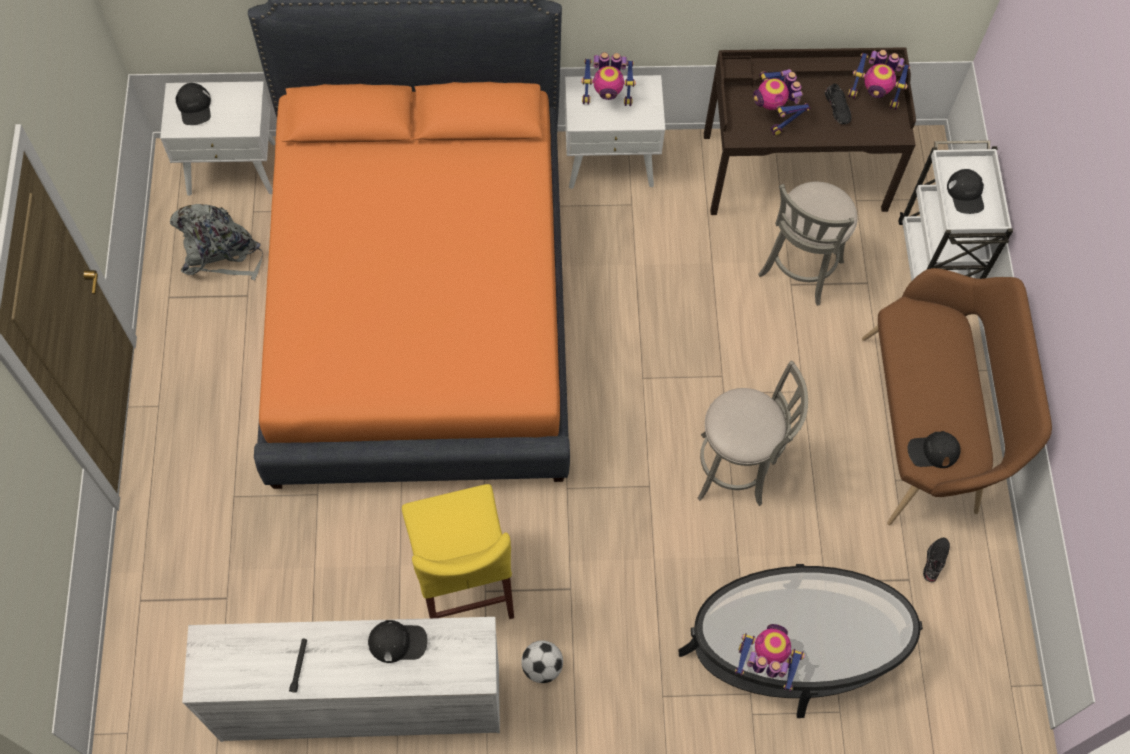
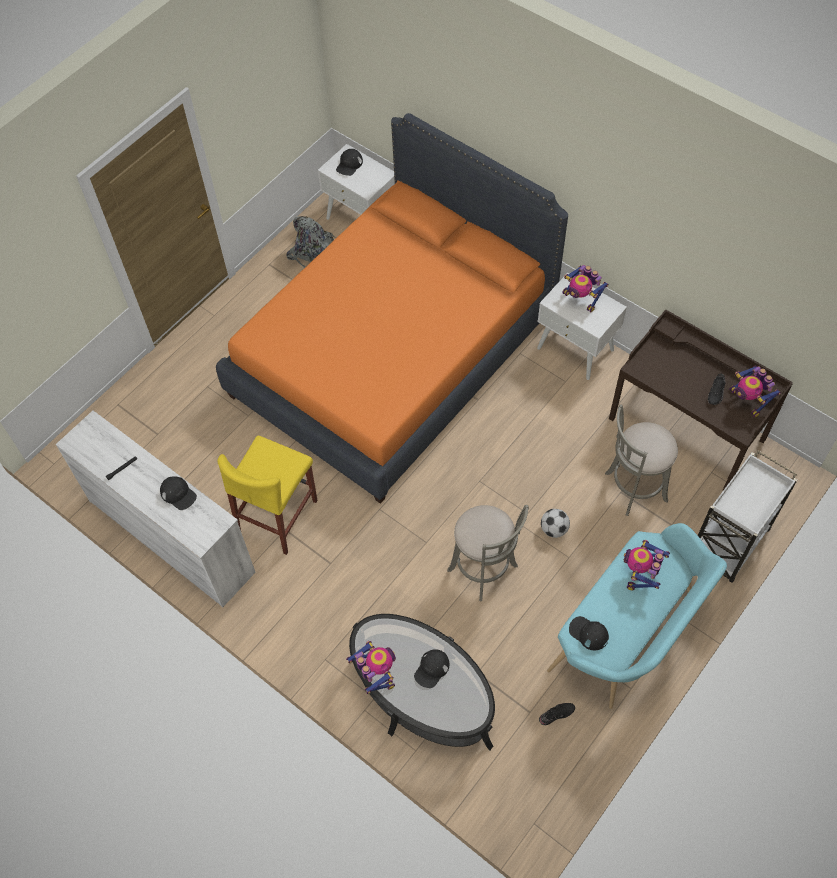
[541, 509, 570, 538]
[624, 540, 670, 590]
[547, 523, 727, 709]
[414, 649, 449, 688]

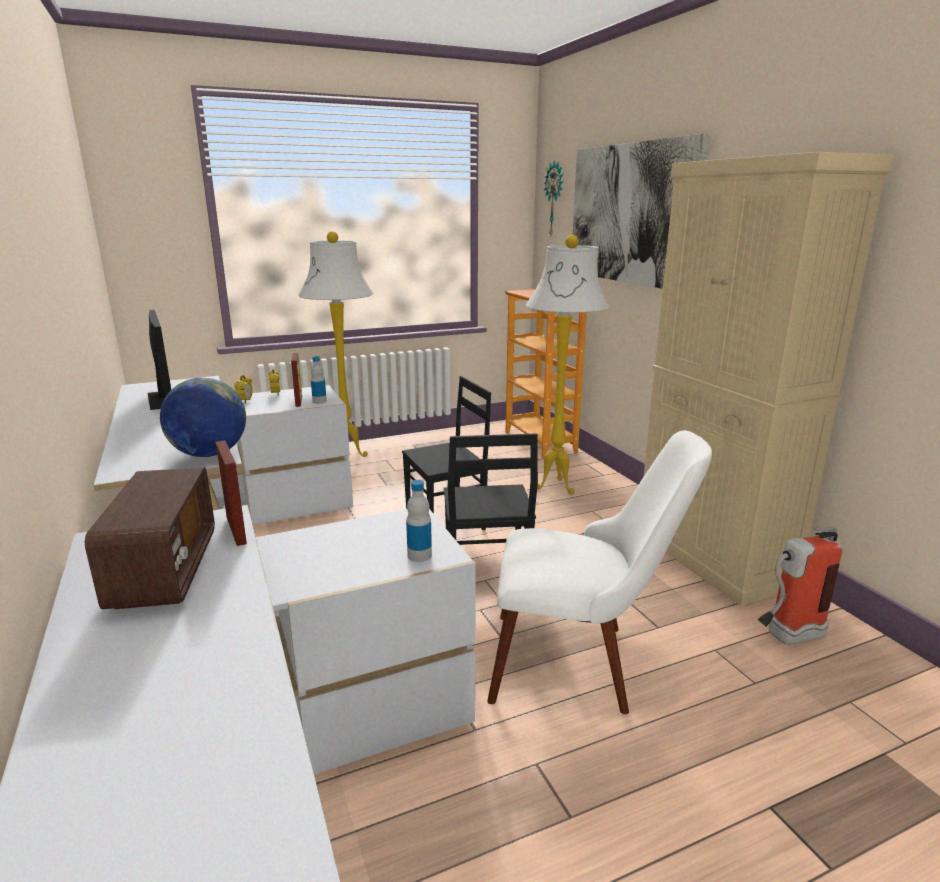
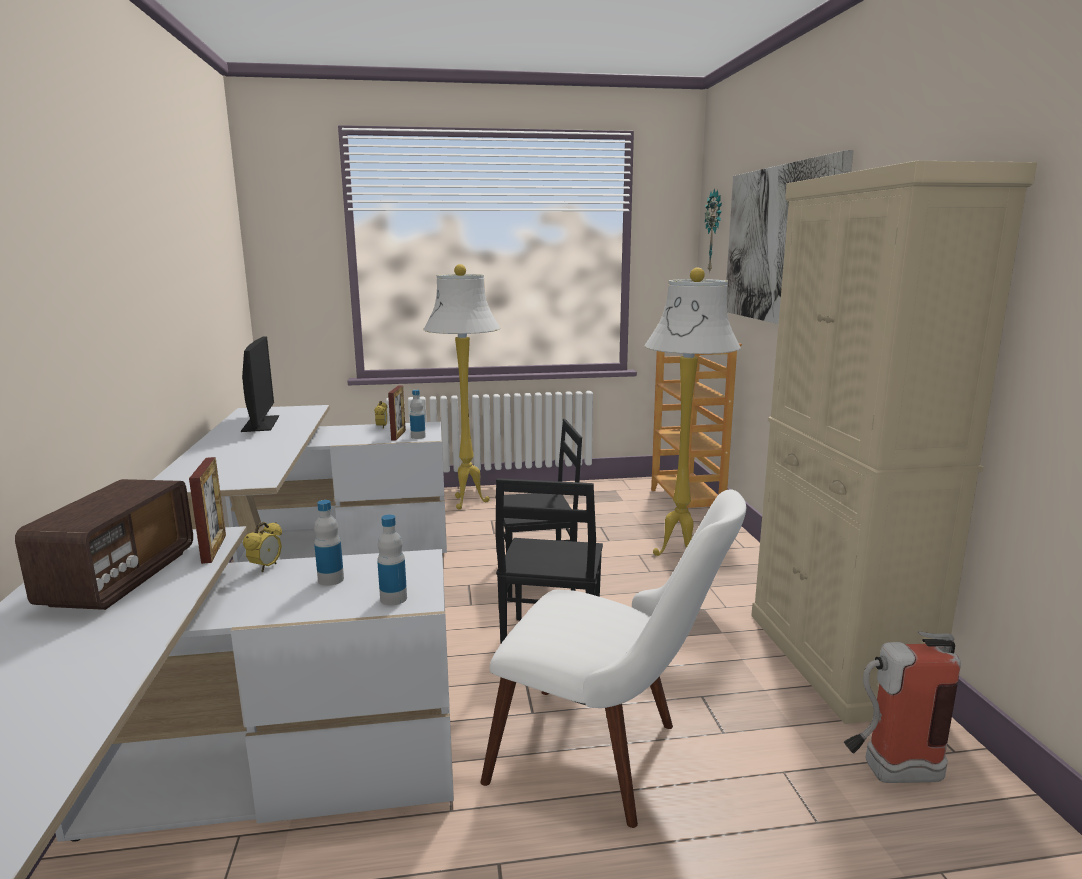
[160, 378, 246, 457] (first image)
[243, 522, 282, 572]
[314, 500, 344, 586]

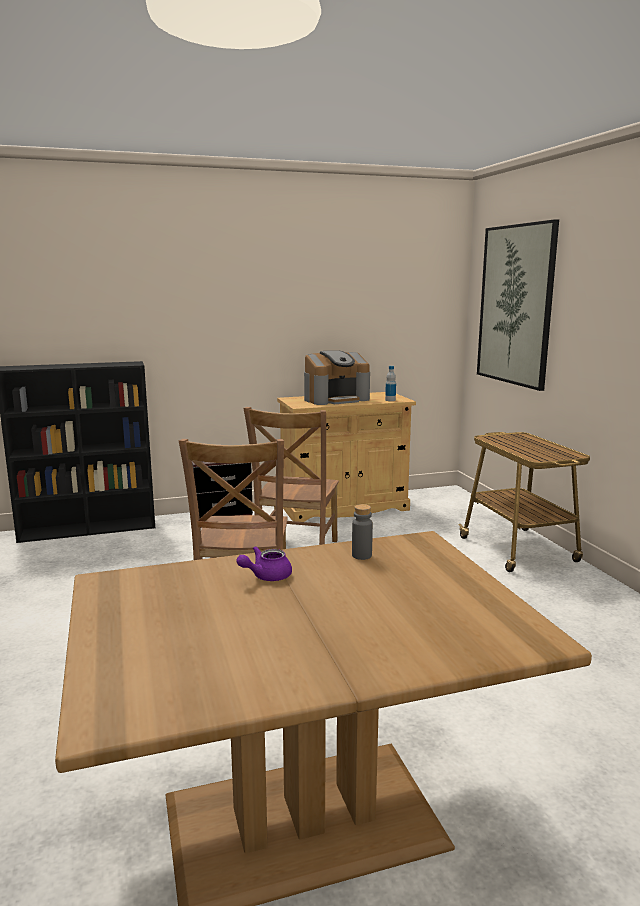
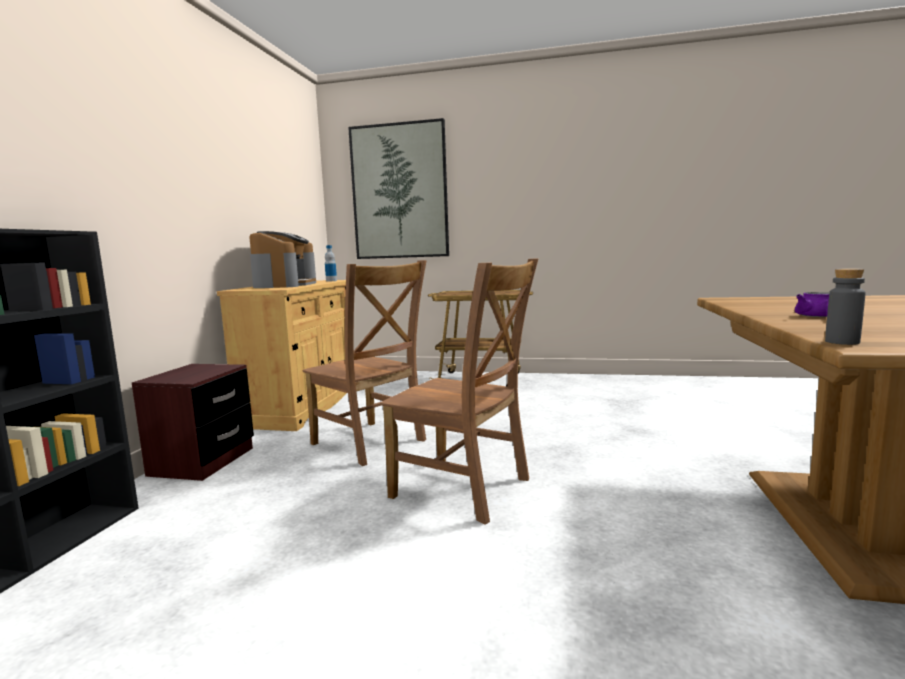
[825, 268, 865, 345]

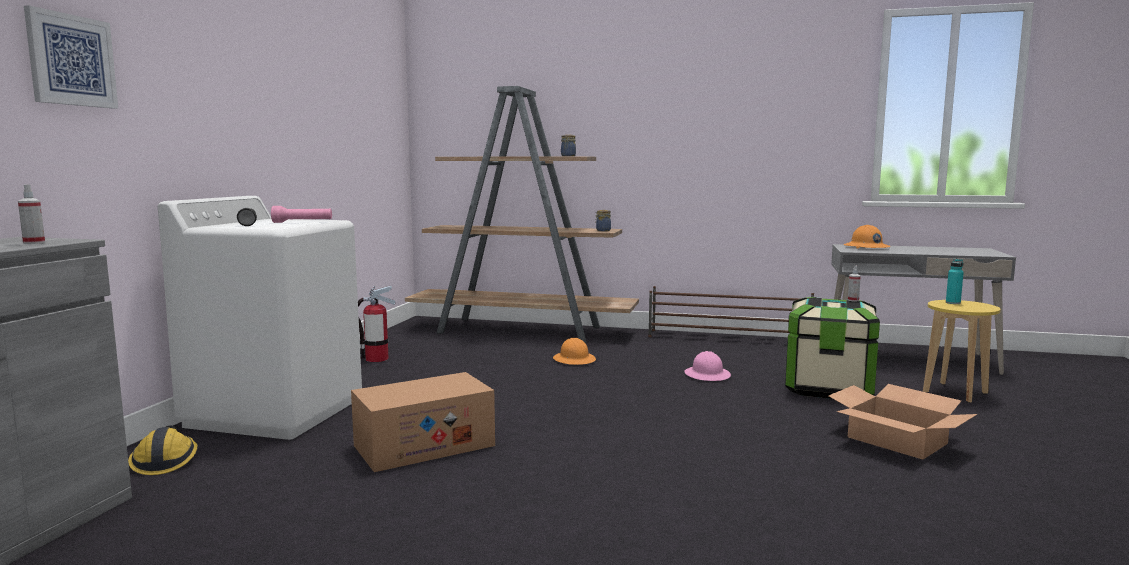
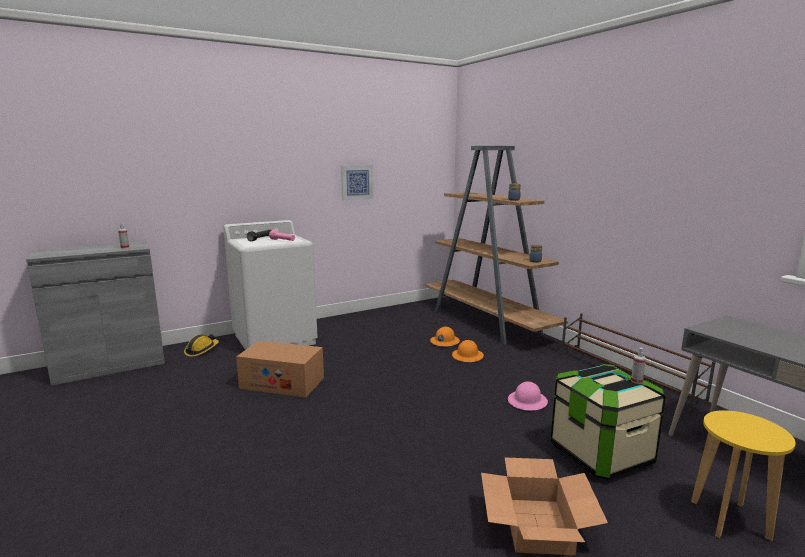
[341, 165, 373, 200]
[358, 286, 395, 362] (first image)
[430, 327, 460, 346]
[946, 259, 964, 304] (first image)

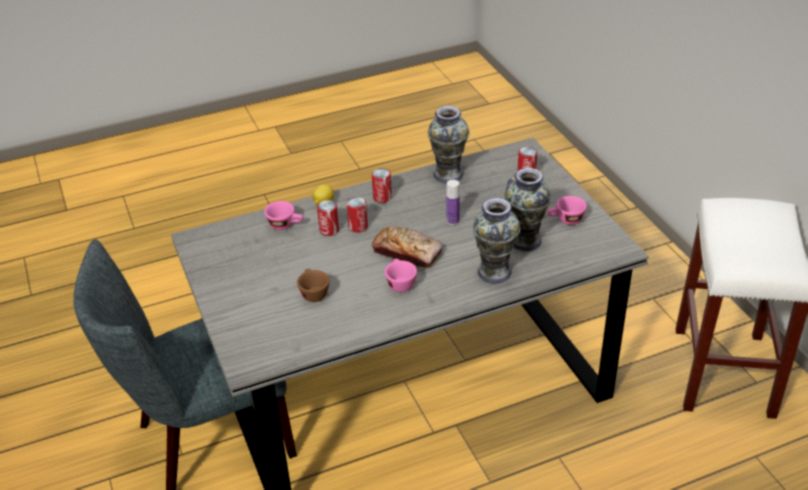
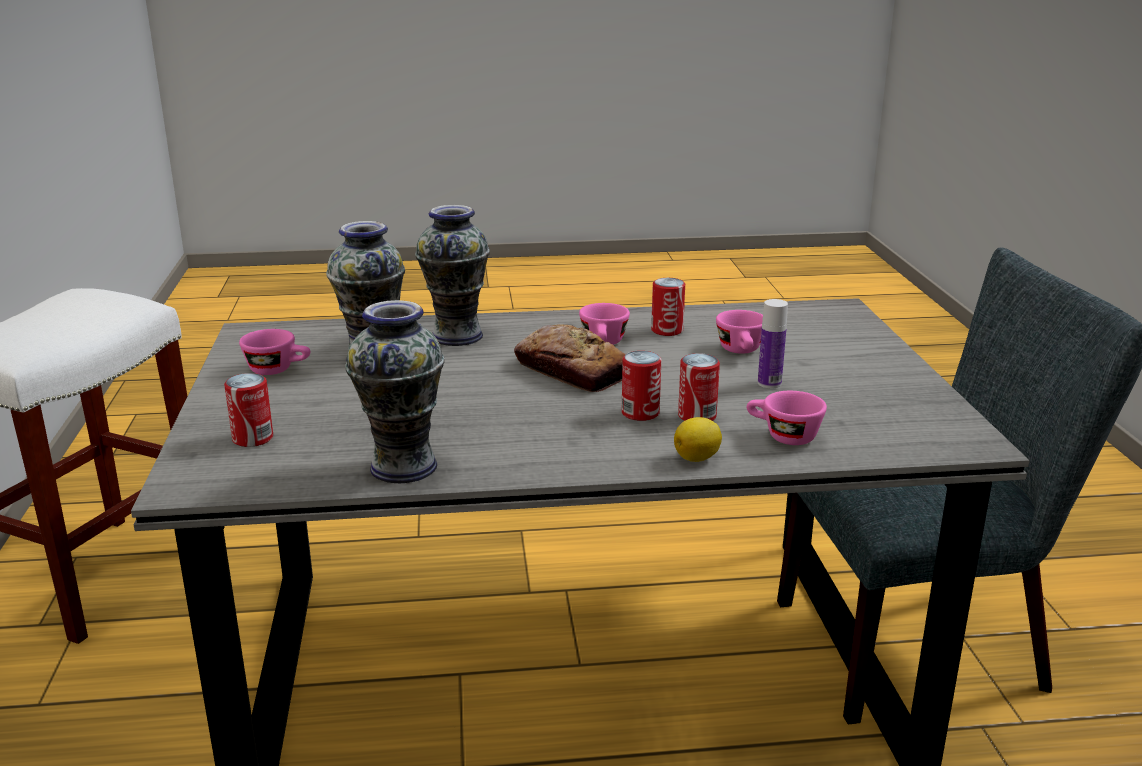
[716, 310, 763, 354]
[651, 278, 685, 336]
[758, 299, 788, 388]

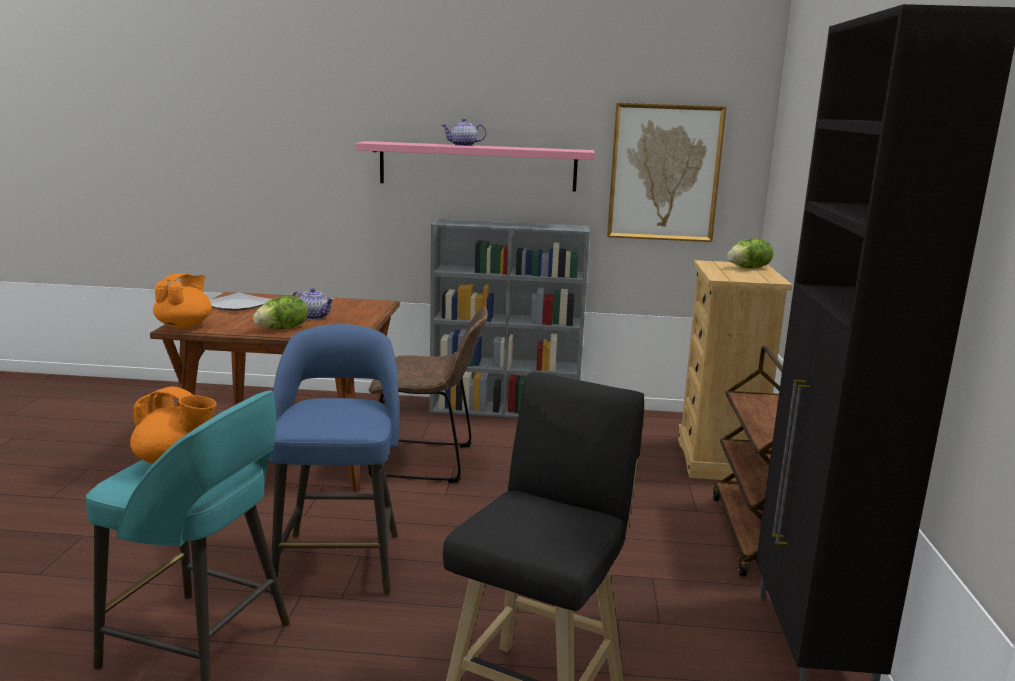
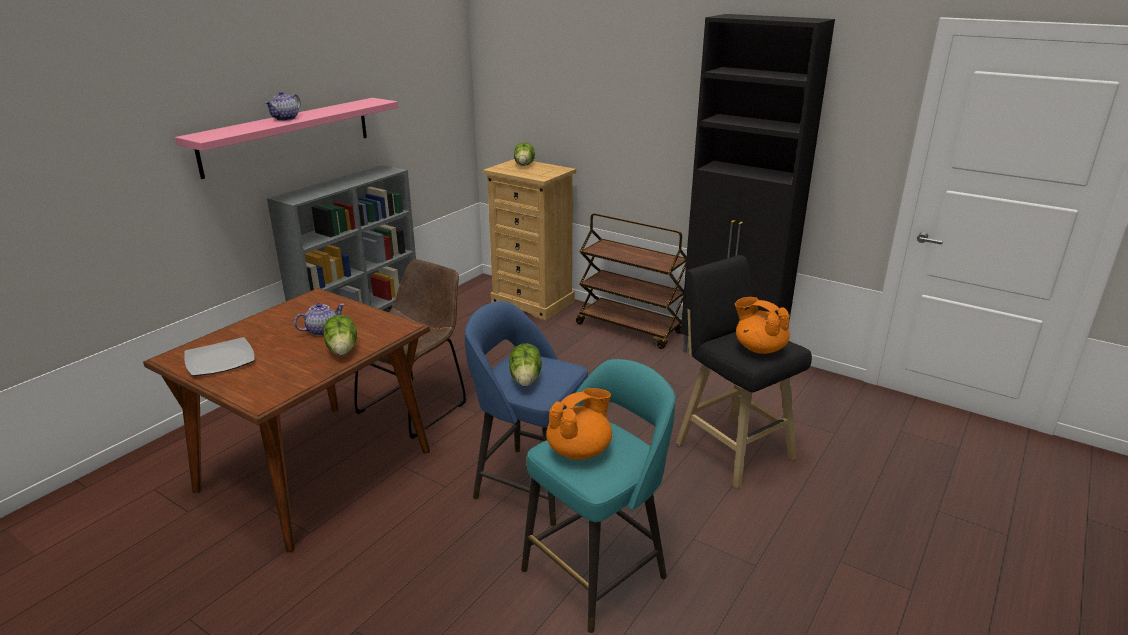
[735, 297, 790, 354]
[607, 103, 727, 242] (first image)
[509, 343, 542, 386]

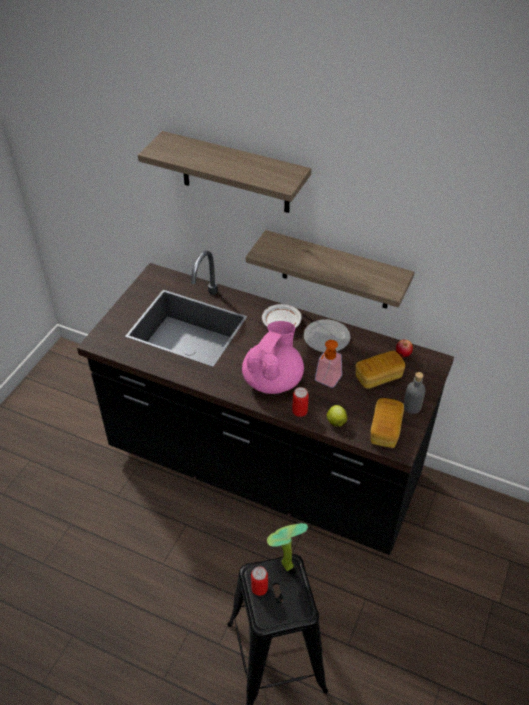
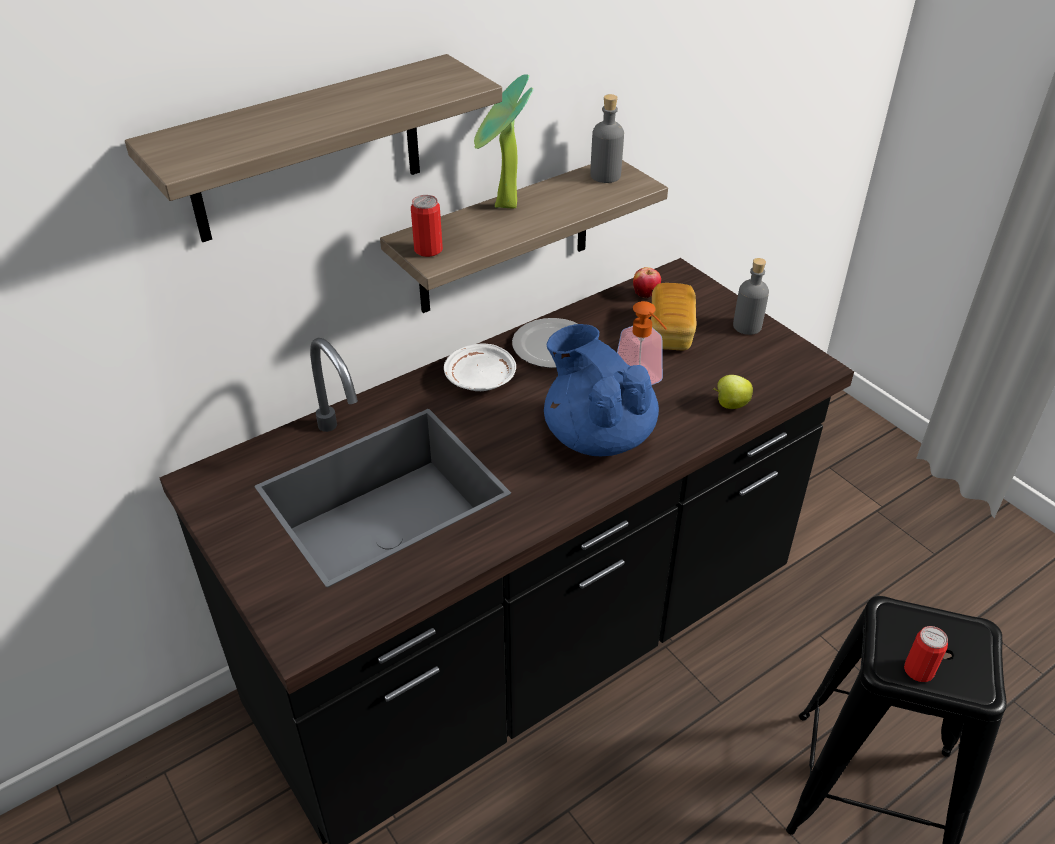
[544, 324, 659, 456]
[474, 74, 533, 209]
[411, 195, 443, 257]
[371, 398, 404, 448] (first image)
[590, 94, 624, 183]

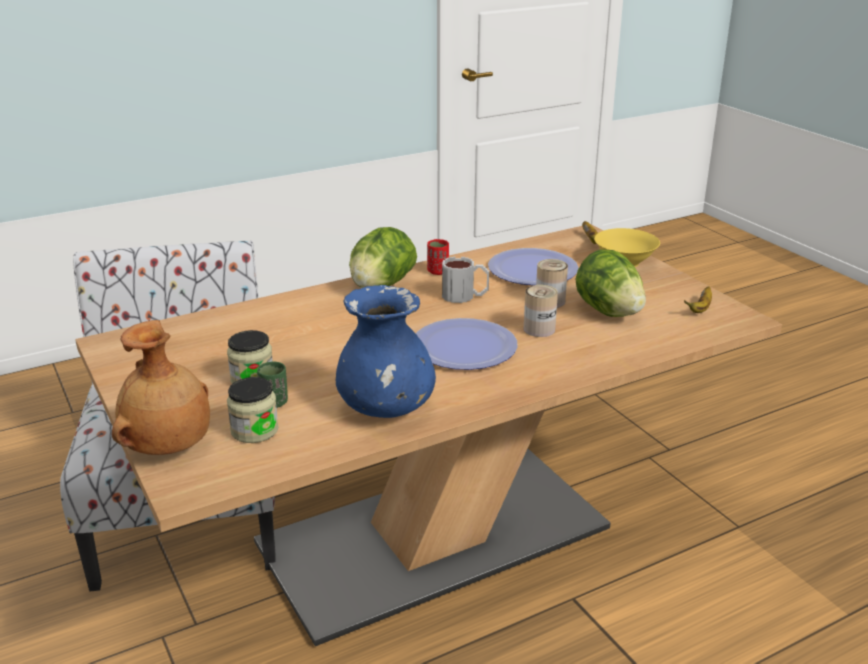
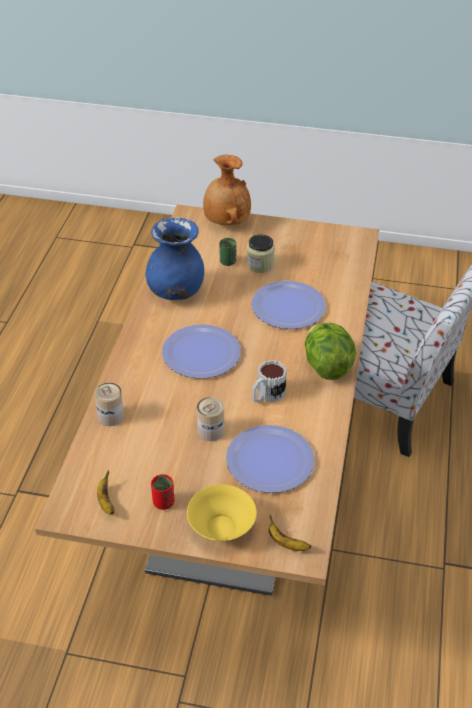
[227, 377, 279, 443] (first image)
[151, 474, 175, 510]
[95, 383, 124, 426]
[575, 249, 646, 317] (first image)
[251, 281, 326, 329]

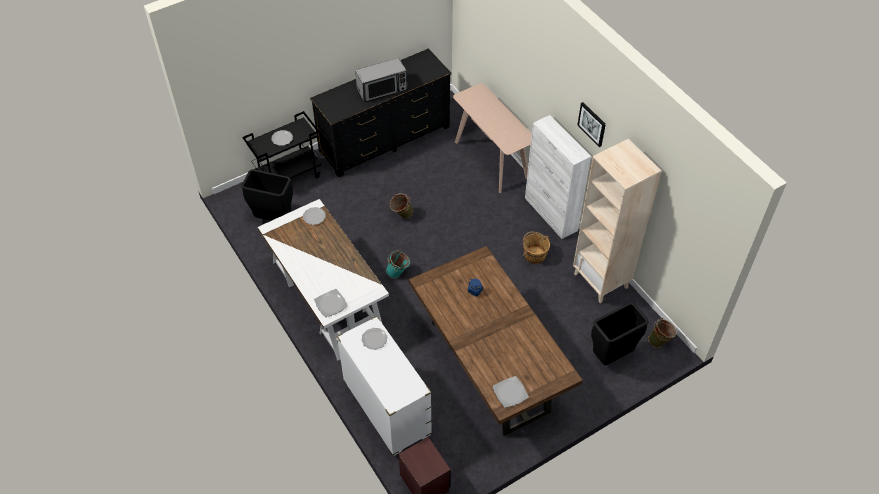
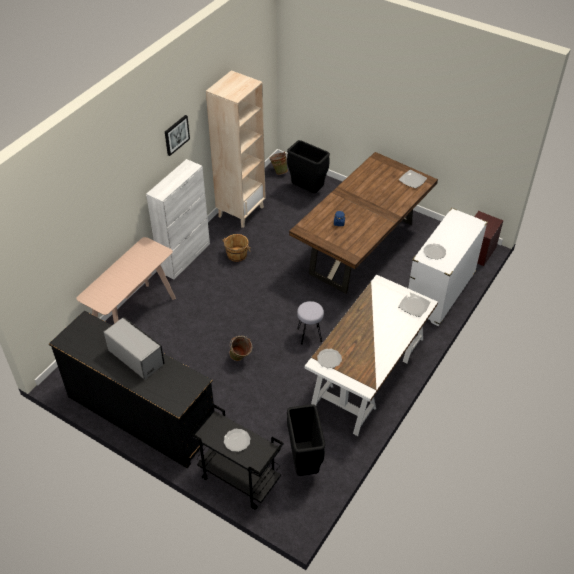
[297, 301, 324, 345]

